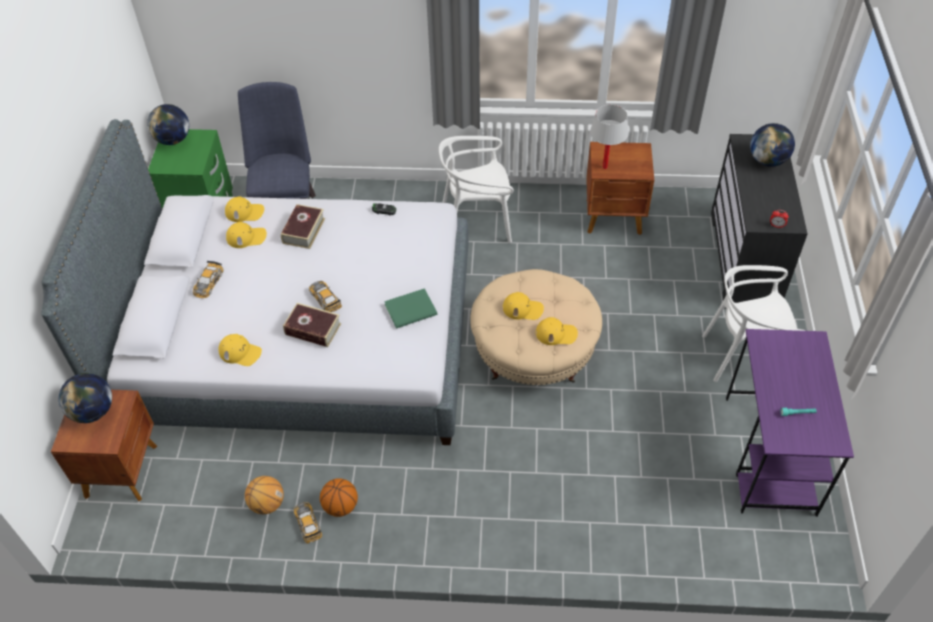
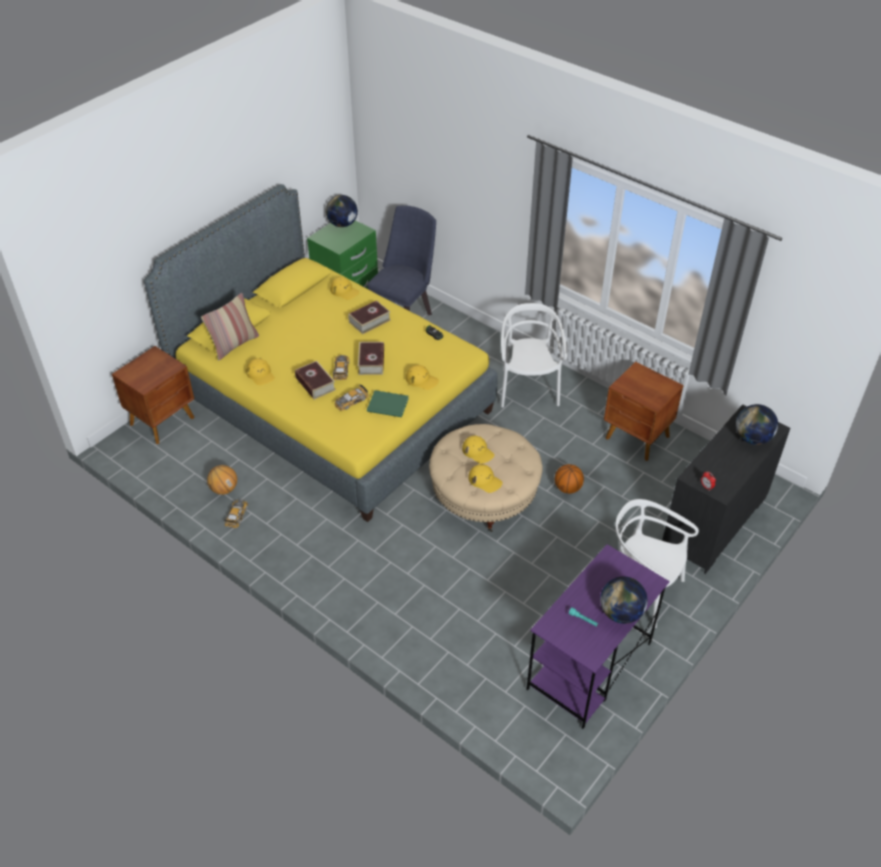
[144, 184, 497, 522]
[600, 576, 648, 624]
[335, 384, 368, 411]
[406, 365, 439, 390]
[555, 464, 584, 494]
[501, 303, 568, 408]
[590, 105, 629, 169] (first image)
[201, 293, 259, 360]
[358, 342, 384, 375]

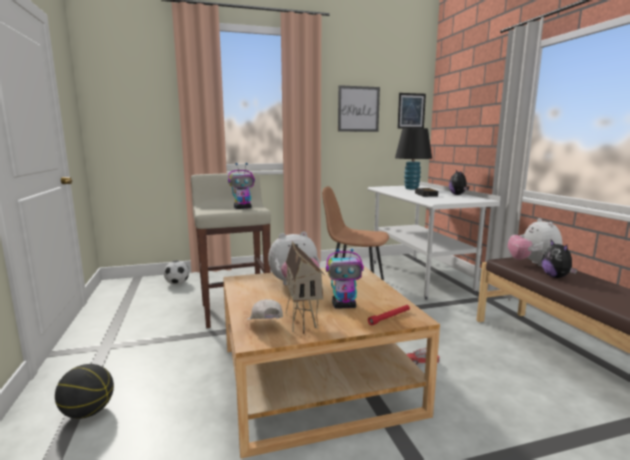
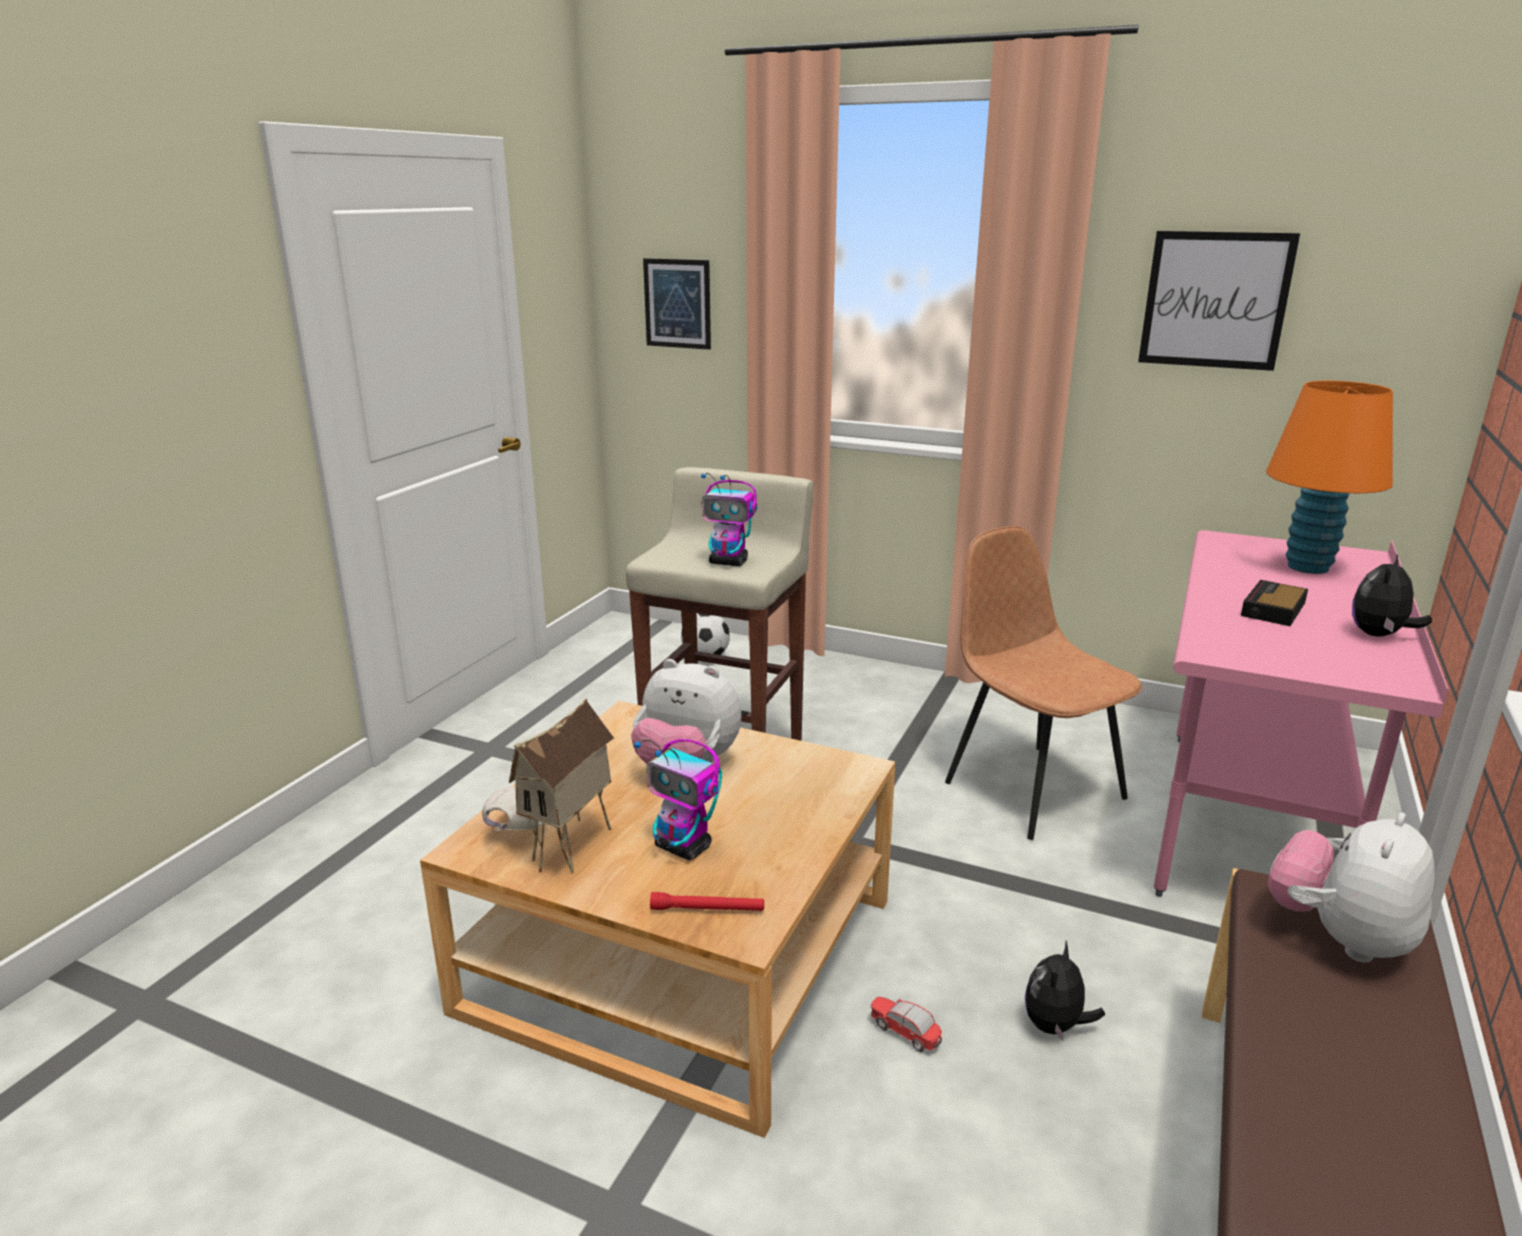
[55, 364, 114, 419] (first image)
[1154, 530, 1449, 897]
[1266, 381, 1393, 574]
[643, 258, 711, 350]
[1025, 941, 1105, 1041]

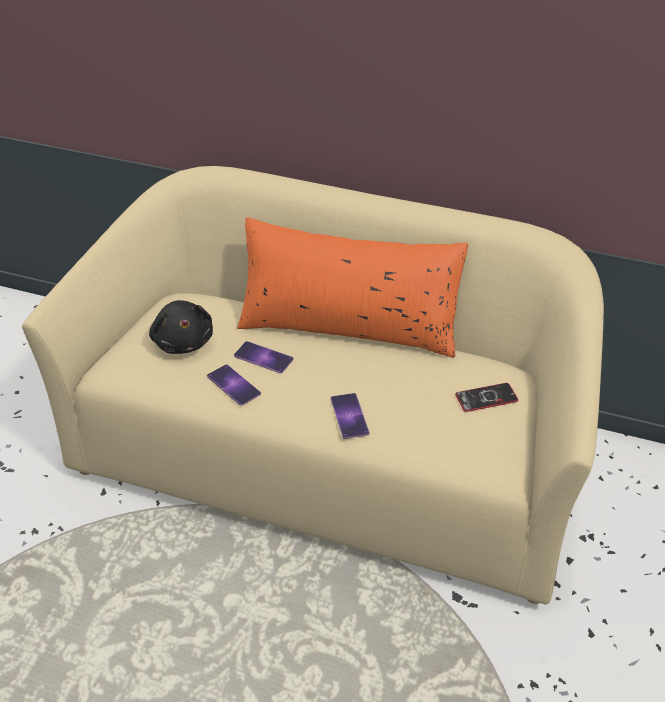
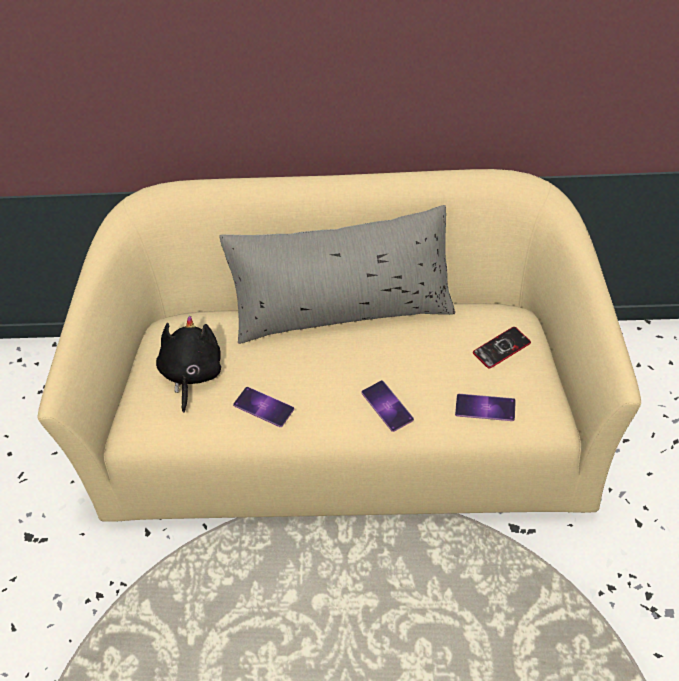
[156, 316, 221, 413]
[455, 394, 516, 421]
[219, 205, 455, 344]

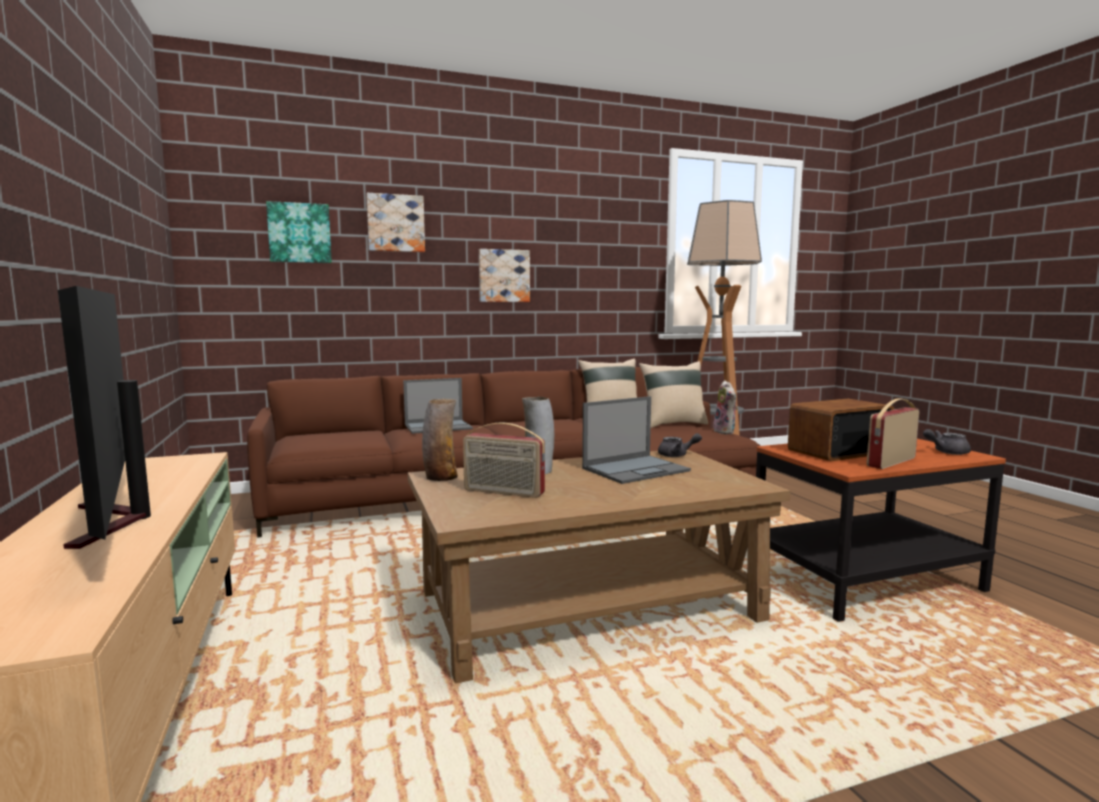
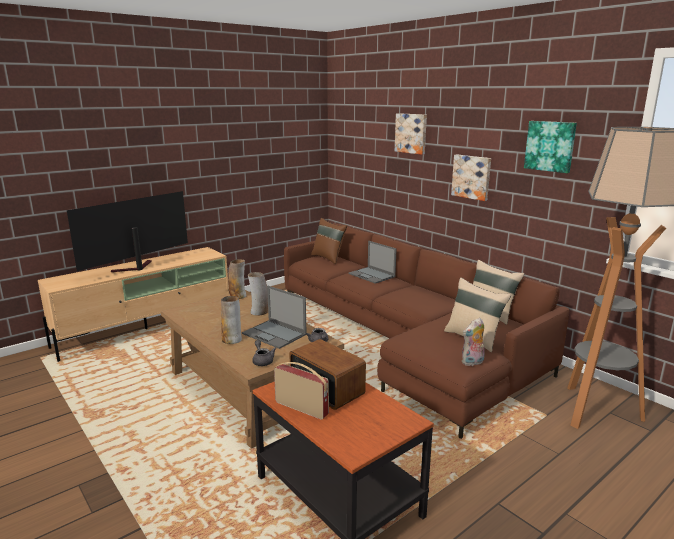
[524, 121, 577, 173]
[463, 422, 545, 498] (first image)
[252, 340, 276, 366]
[221, 296, 242, 344]
[311, 218, 347, 265]

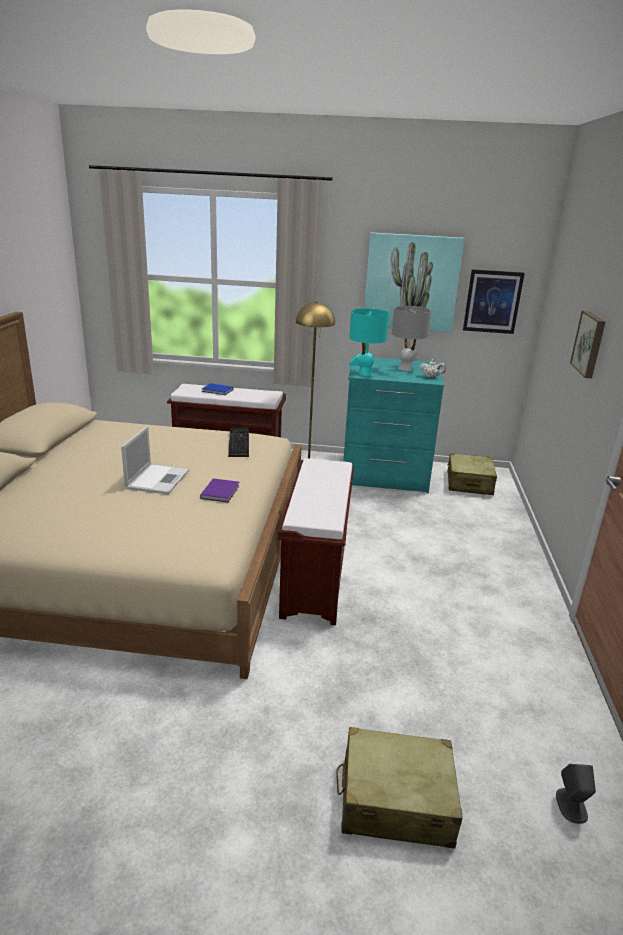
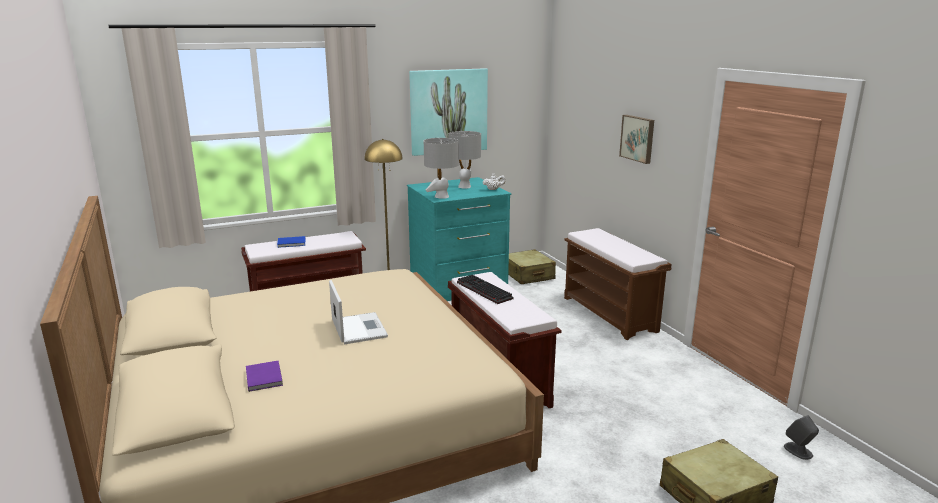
[246, 361, 283, 392]
[457, 275, 513, 304]
[424, 138, 459, 199]
[463, 269, 525, 334] (first image)
[564, 228, 671, 340]

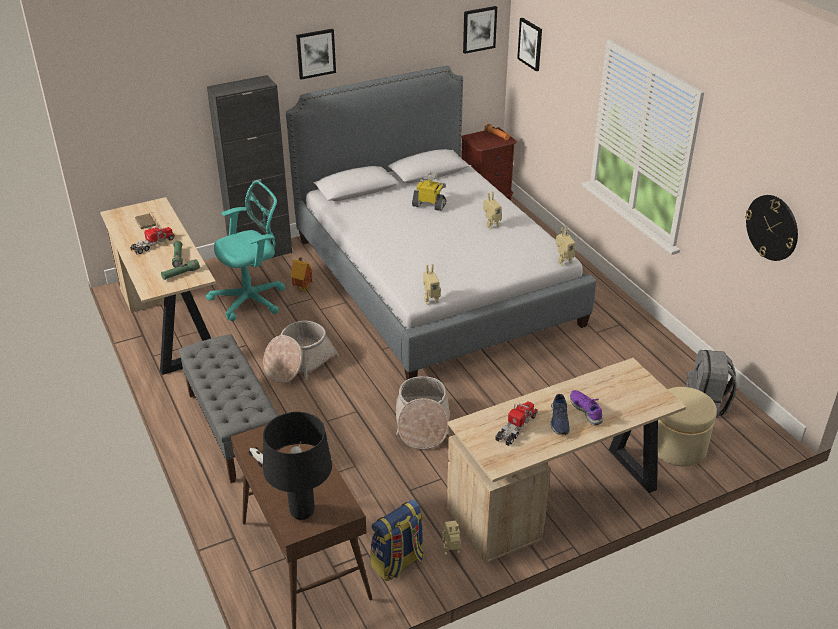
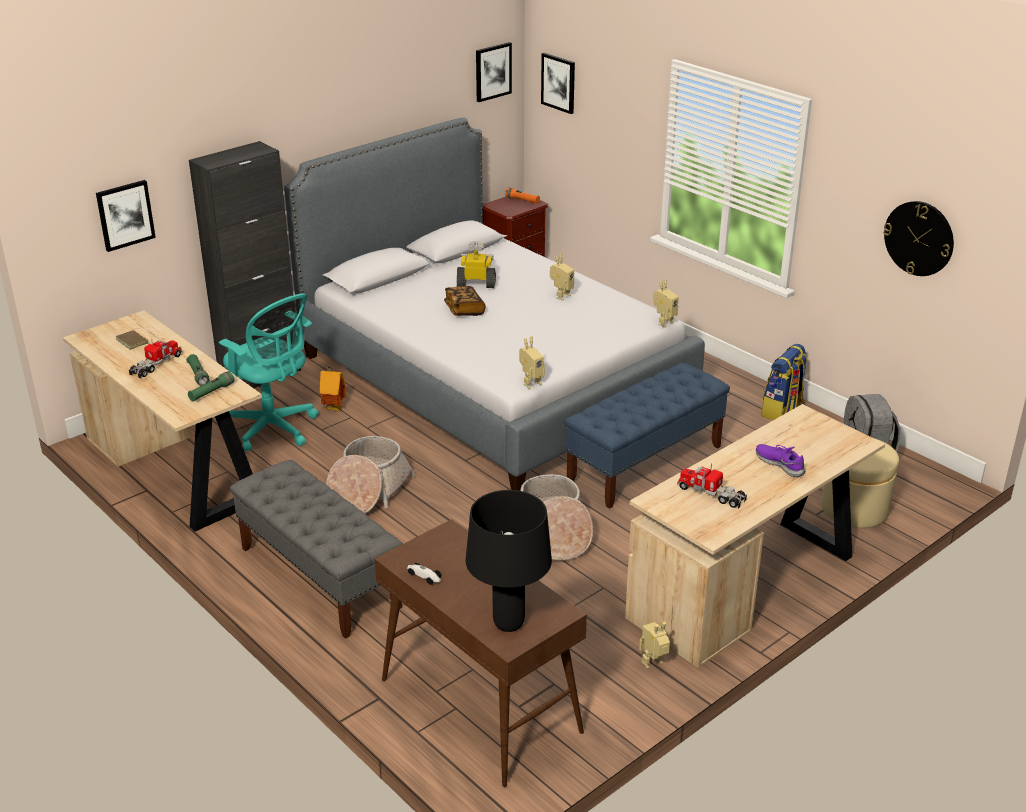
[219, 293, 319, 452]
[96, 180, 156, 252]
[761, 344, 808, 420]
[677, 464, 747, 509]
[551, 394, 570, 435] (first image)
[444, 286, 486, 316]
[564, 363, 730, 509]

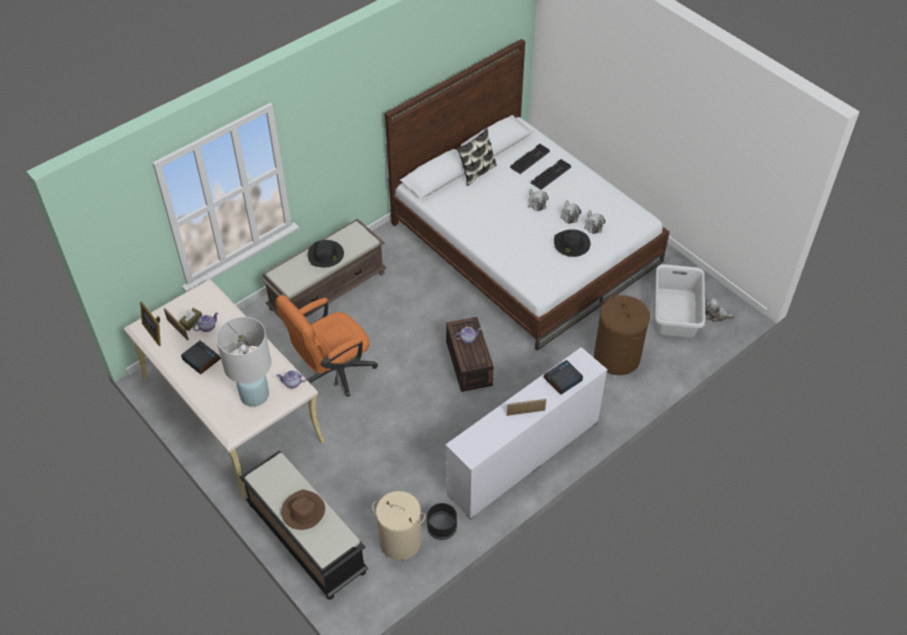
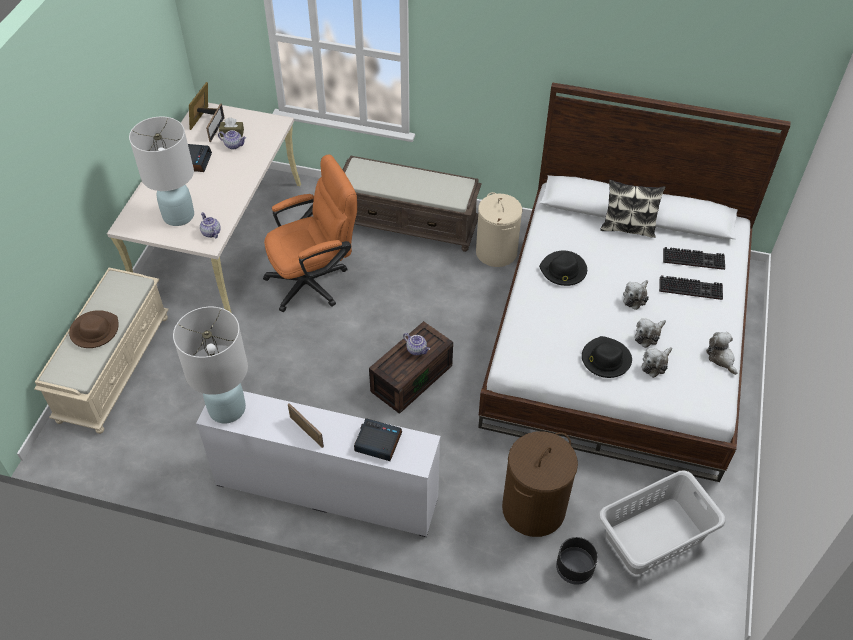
[34, 268, 169, 434]
[263, 155, 357, 312]
[539, 250, 587, 286]
[476, 192, 522, 267]
[556, 537, 598, 585]
[706, 332, 738, 375]
[173, 307, 248, 423]

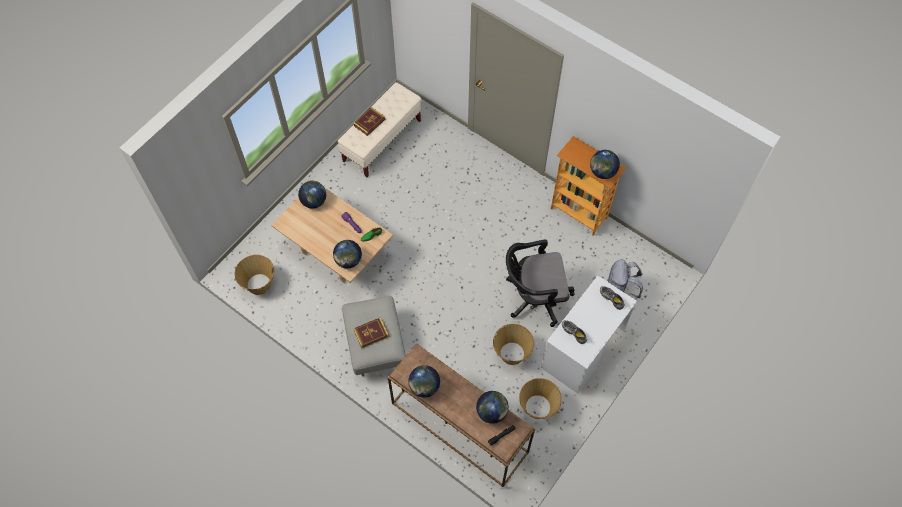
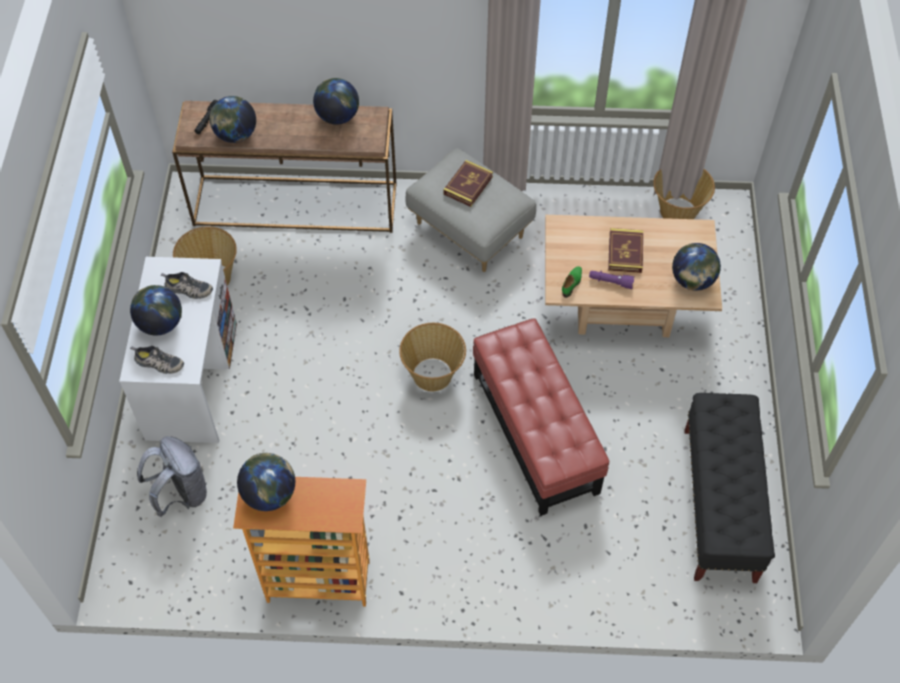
[130, 285, 182, 336]
[684, 393, 775, 583]
[608, 228, 643, 273]
[399, 323, 466, 391]
[506, 240, 574, 327] (first image)
[473, 318, 609, 516]

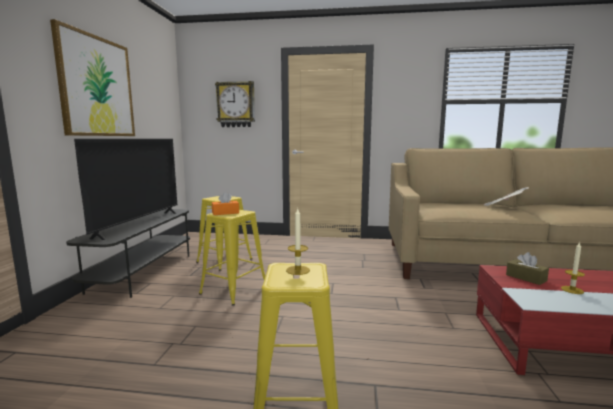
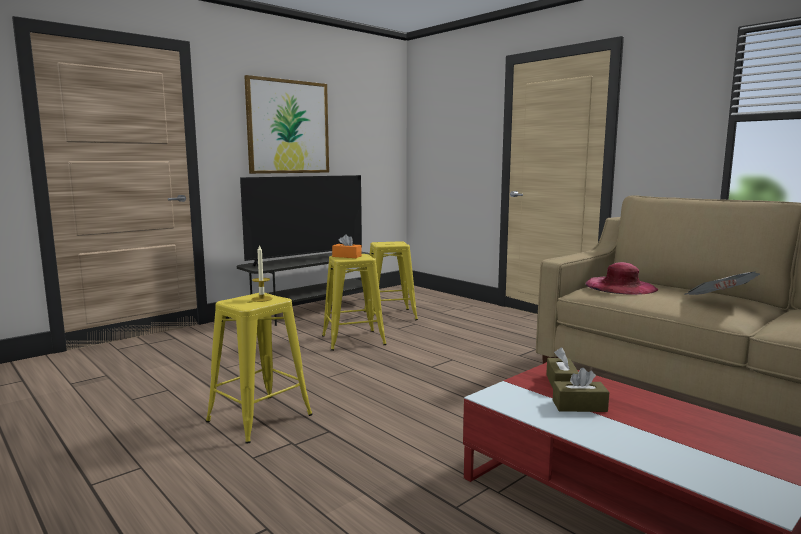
[215, 81, 255, 127] (first image)
[553, 368, 609, 412]
[586, 262, 658, 295]

